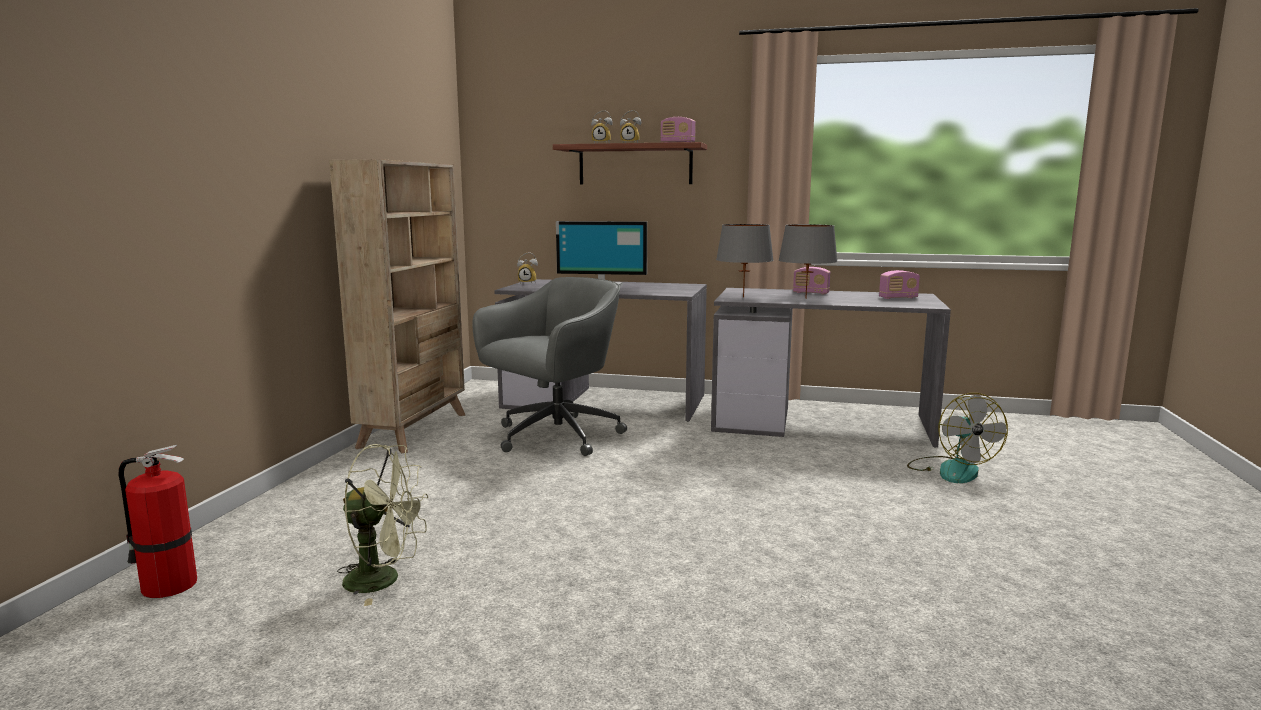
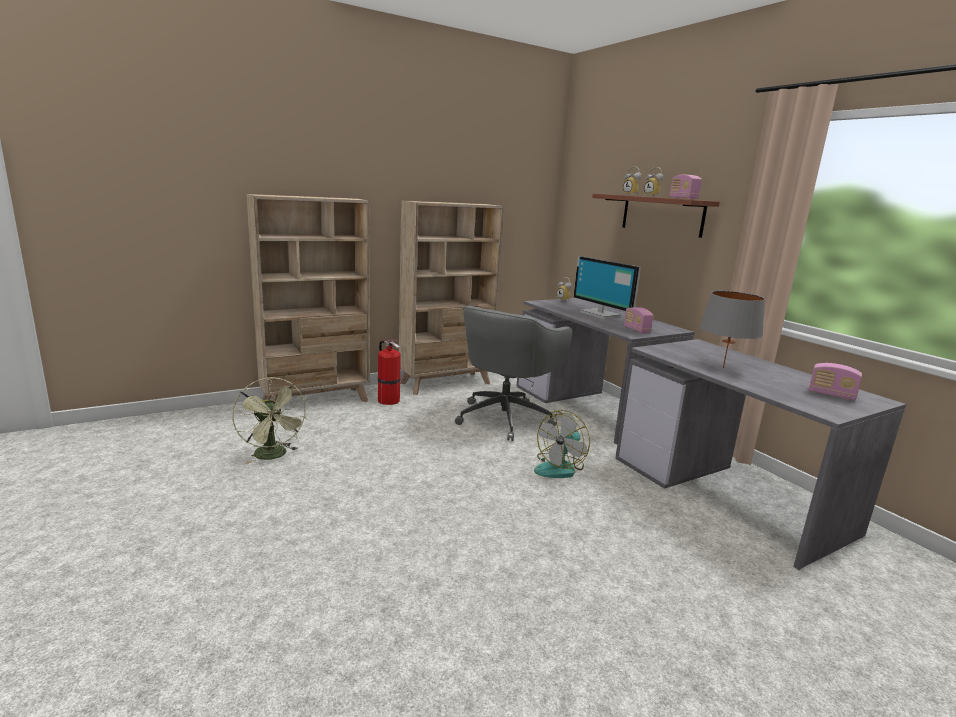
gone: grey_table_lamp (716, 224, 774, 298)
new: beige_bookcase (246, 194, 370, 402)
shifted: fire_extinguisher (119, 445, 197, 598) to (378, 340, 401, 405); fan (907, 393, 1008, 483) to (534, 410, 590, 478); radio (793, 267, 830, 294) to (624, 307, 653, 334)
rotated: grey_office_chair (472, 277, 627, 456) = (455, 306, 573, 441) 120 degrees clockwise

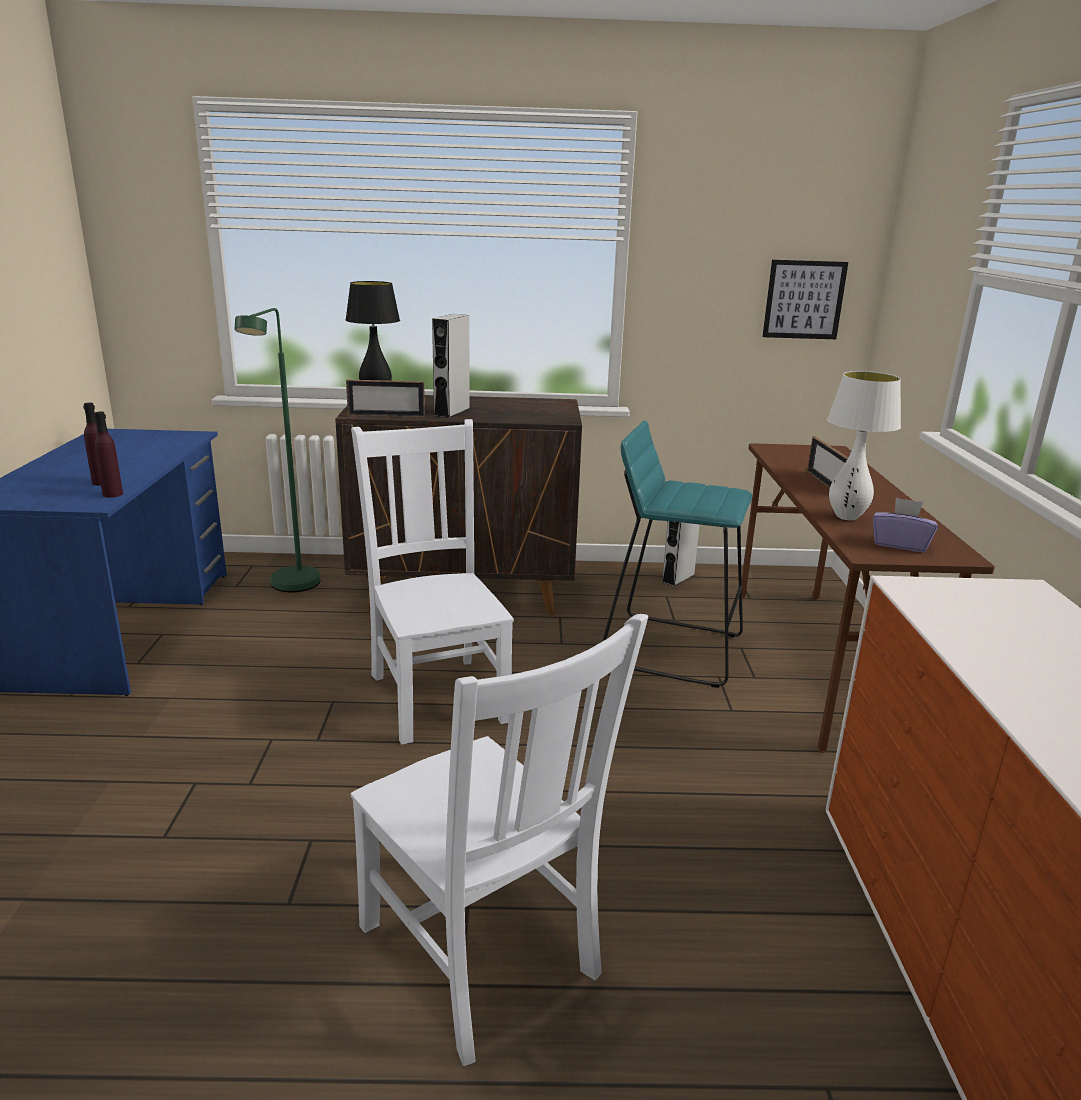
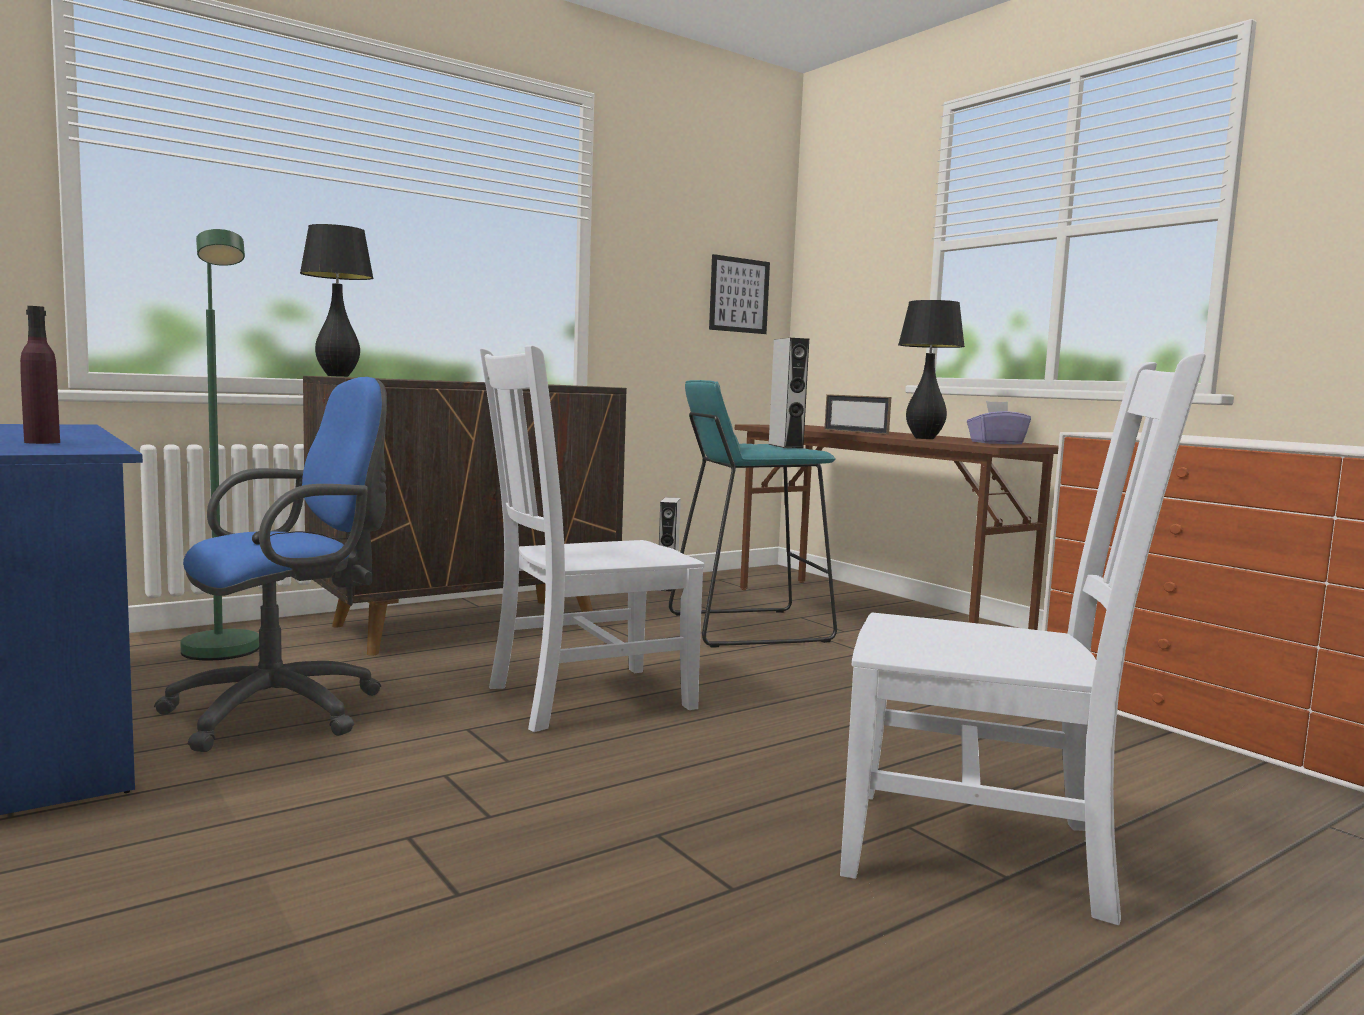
gone: purple_bottle (94, 412, 123, 498); picture_frame (346, 380, 425, 418)
new: blue_office_chair (154, 377, 387, 752)
shifted: grey_speaker (432, 314, 470, 418) to (768, 338, 809, 449)
repainted: white_table_lamp (827, 371, 901, 520) to black_table_lamp (898, 300, 965, 439)
rotated: white_chair (351, 419, 514, 745) = (480, 345, 705, 732) 60 degrees counterclockwise

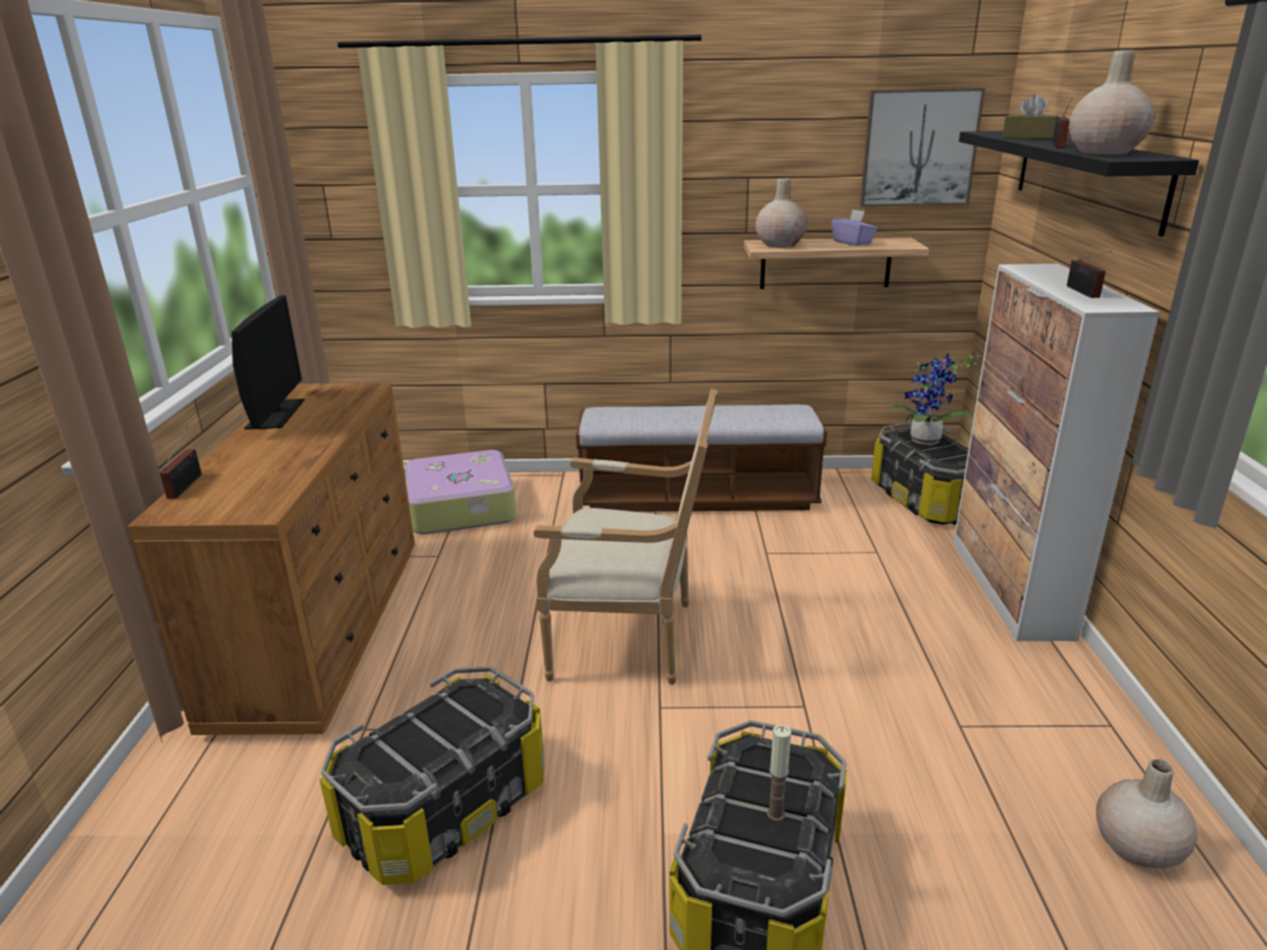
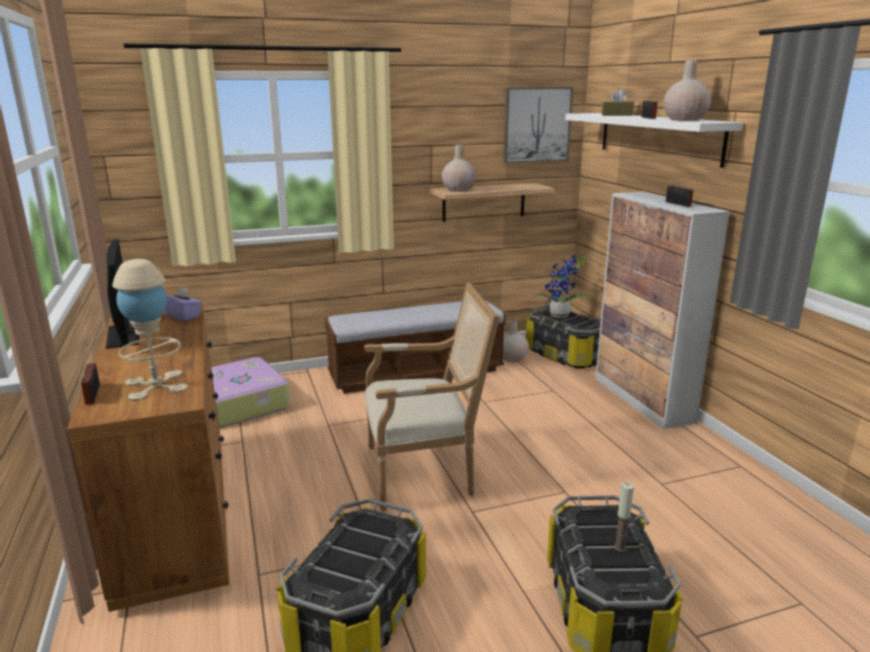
new: beige_table_lamp (112, 259, 188, 401)
shifted: purple_tissue_box (831, 209, 877, 246) to (164, 286, 202, 321); beige_vase (1096, 759, 1198, 868) to (503, 320, 529, 362)
repainted: black_shelf (959, 131, 1199, 237) to white_shelf (565, 113, 743, 168)

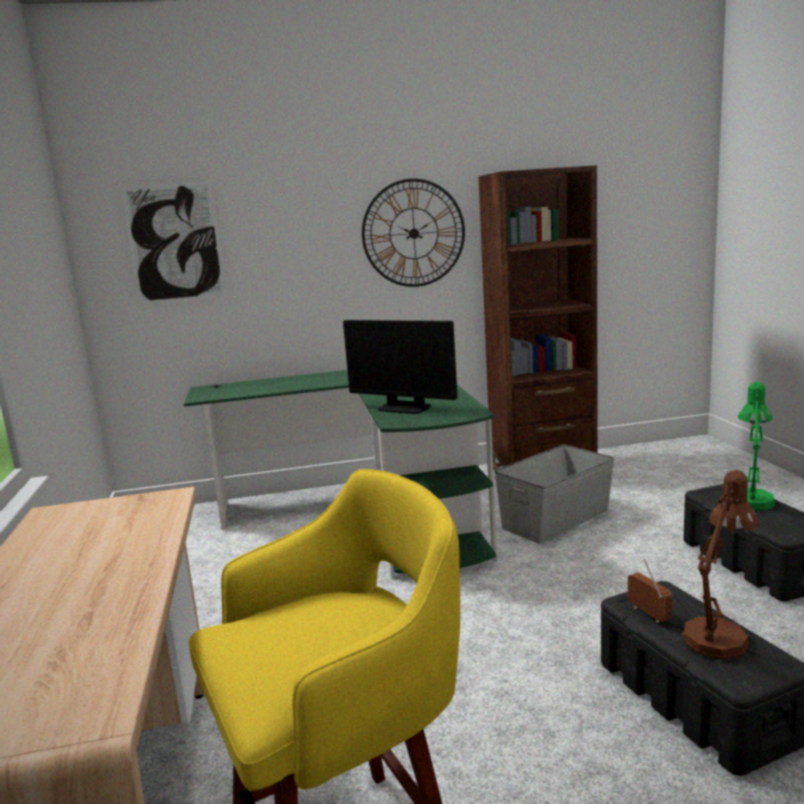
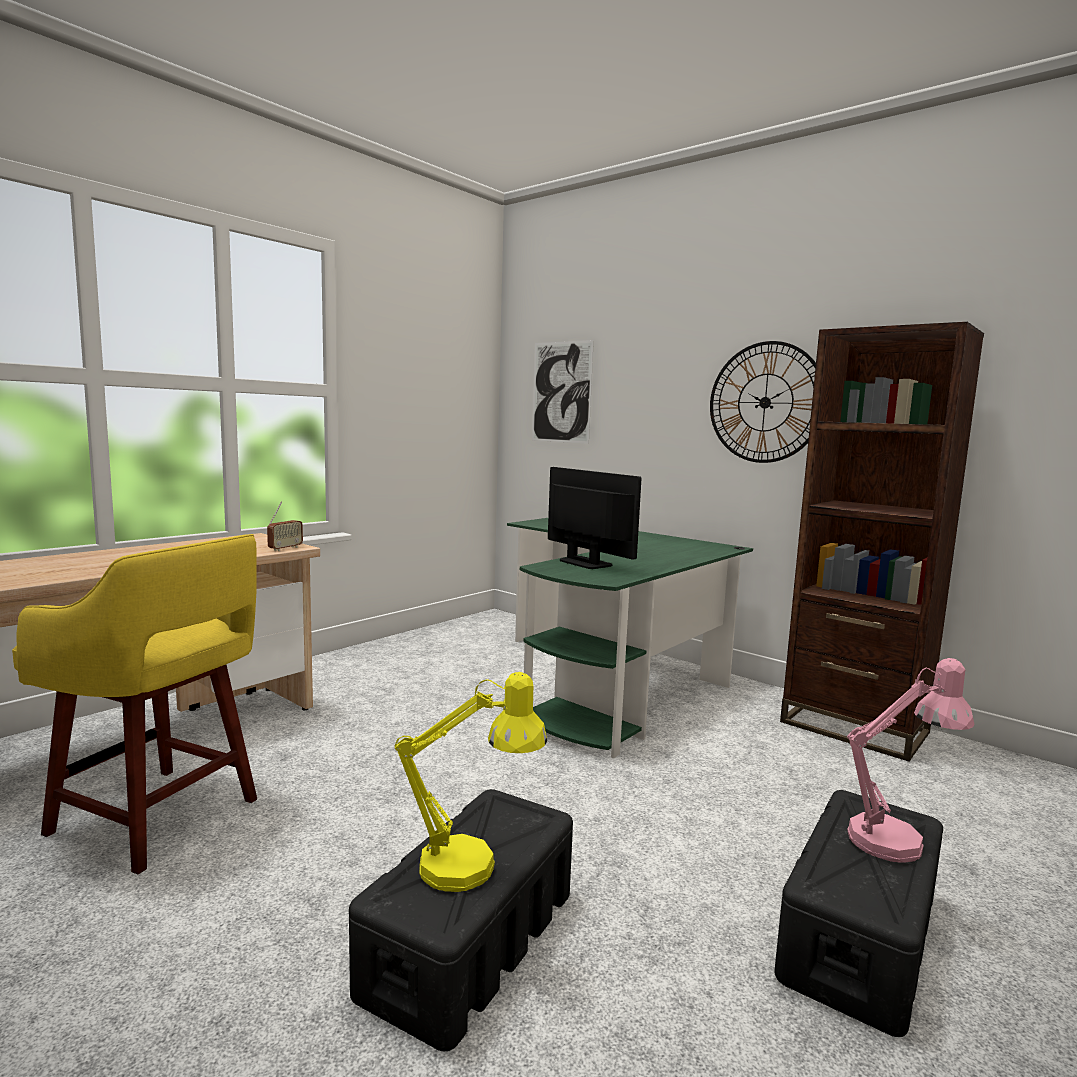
gone: grey_storage_box (494, 445, 614, 544)
shifted: radio (628, 559, 673, 623) to (267, 501, 303, 551)
repainted: brown_table_lamp (682, 470, 759, 660) to yellow_table_lamp (395, 672, 547, 892); green_table_lamp (738, 381, 775, 511) to pink_table_lamp (847, 658, 974, 863)
rotated: monitor (343, 320, 458, 414) = (548, 467, 642, 569) 150 degrees clockwise

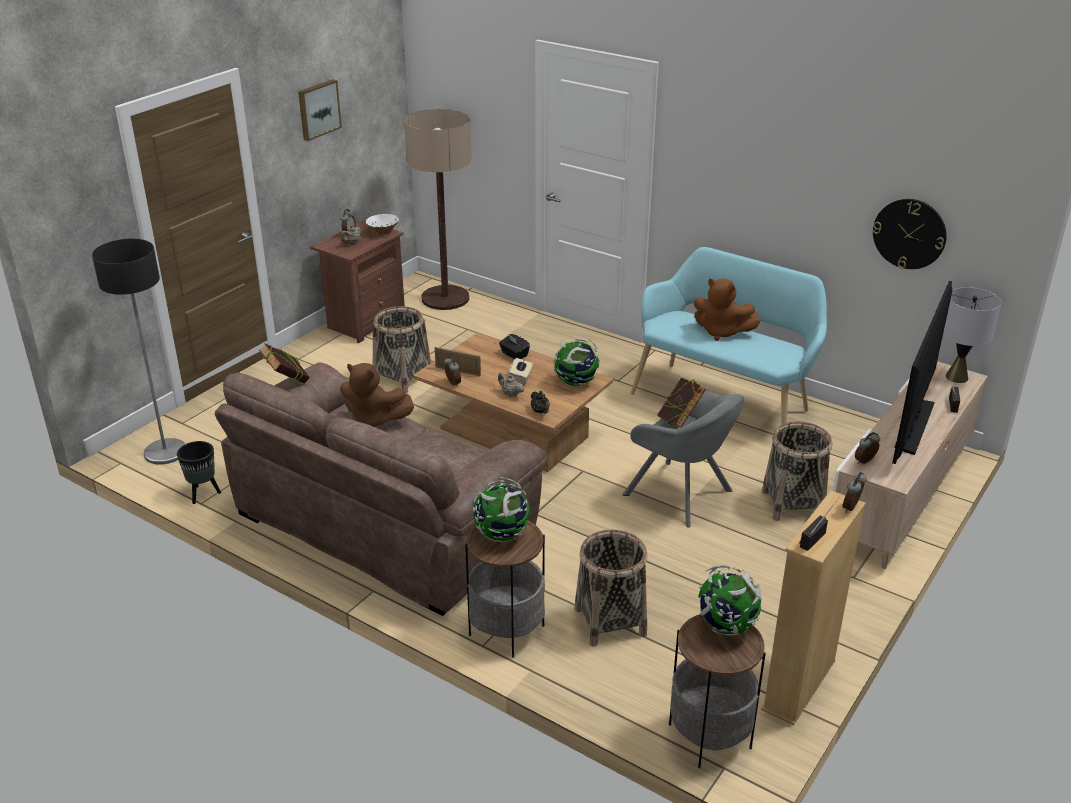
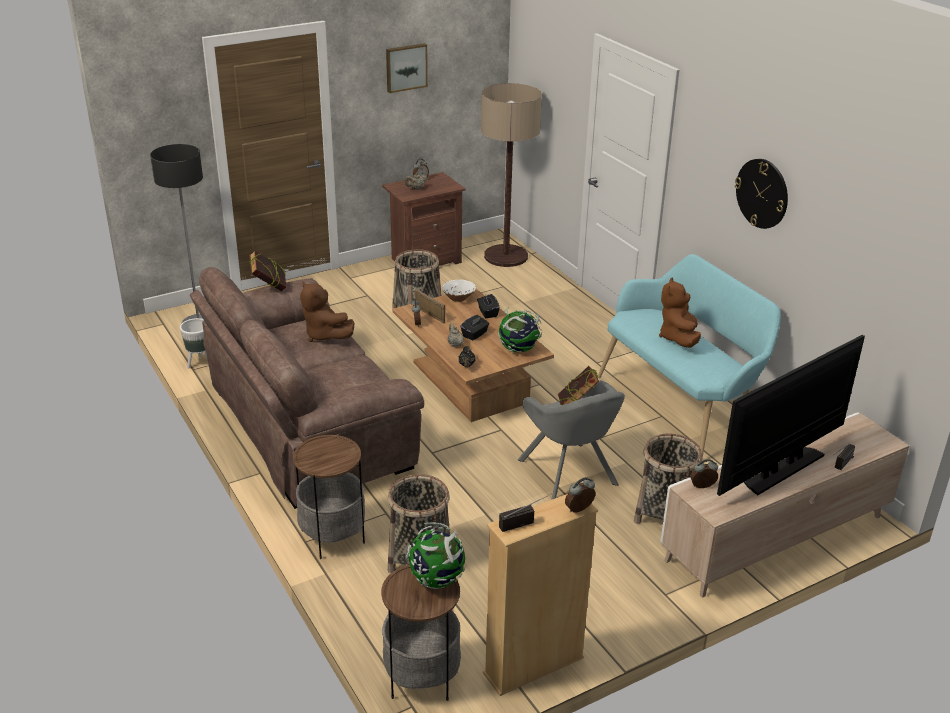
gone: globe (472, 477, 530, 542); grey_table_lamp (943, 287, 1002, 383)
shifted: white_bowl (366, 214, 399, 235) to (442, 280, 476, 302); wall_clock (873, 199, 947, 269) to (735, 159, 788, 229)
repainted: black_planter (177, 441, 221, 504) to white_planter (180, 318, 208, 369); beige_tissue_box (509, 358, 533, 386) to black_tissue_box (461, 315, 489, 340)
rotated: brown_plush_toy (694, 279, 761, 341) = (659, 278, 701, 348) 45 degrees clockwise

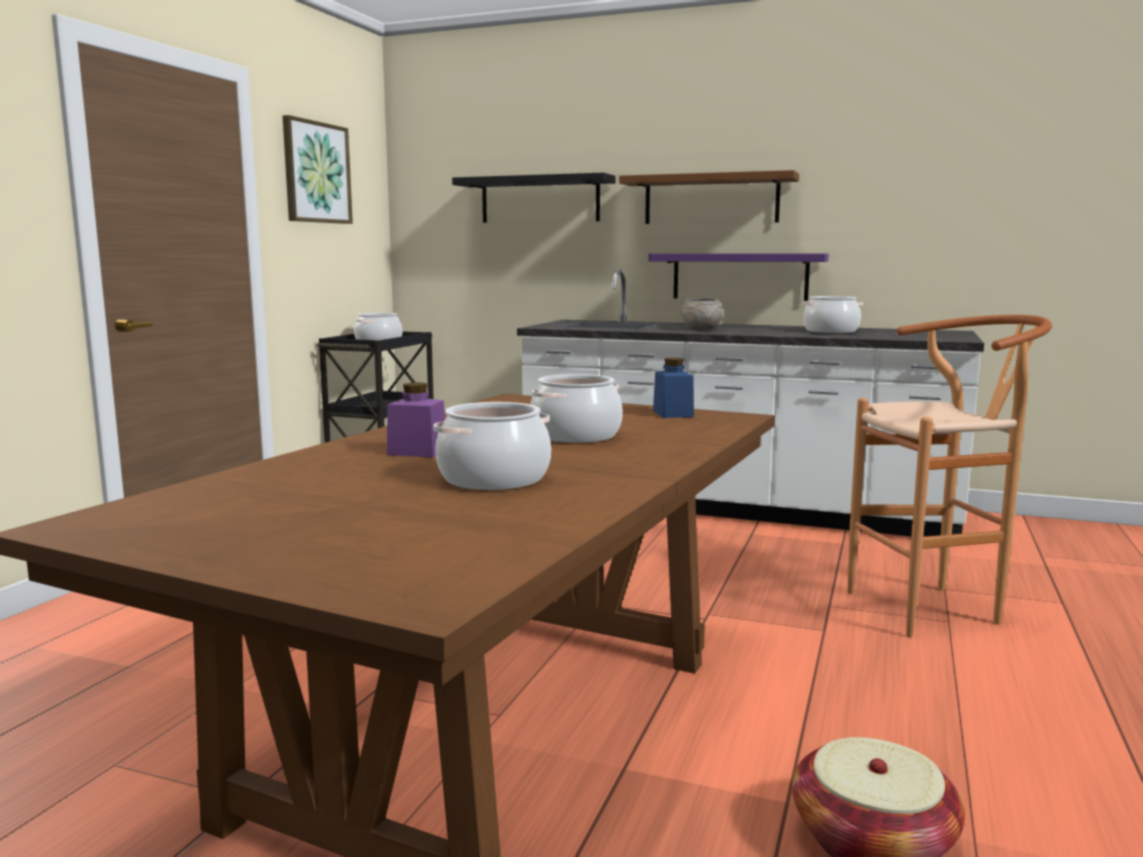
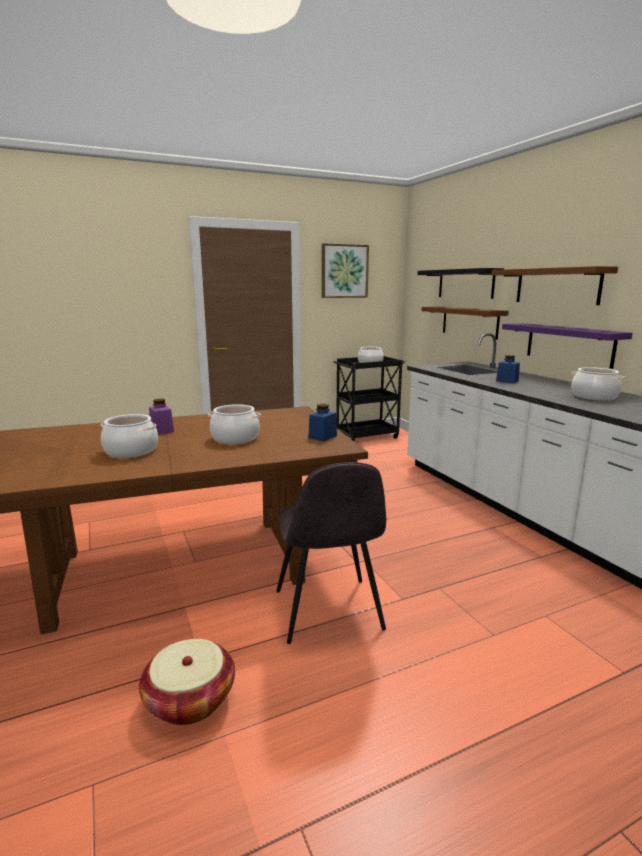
gone: brown_stool (848, 315, 1052, 637)
new: grey_chair (277, 462, 386, 644); brown_shelf (422, 306, 509, 340)
swapped: grey_bowl (681, 298, 723, 330) to blue_jar (496, 355, 520, 383)

